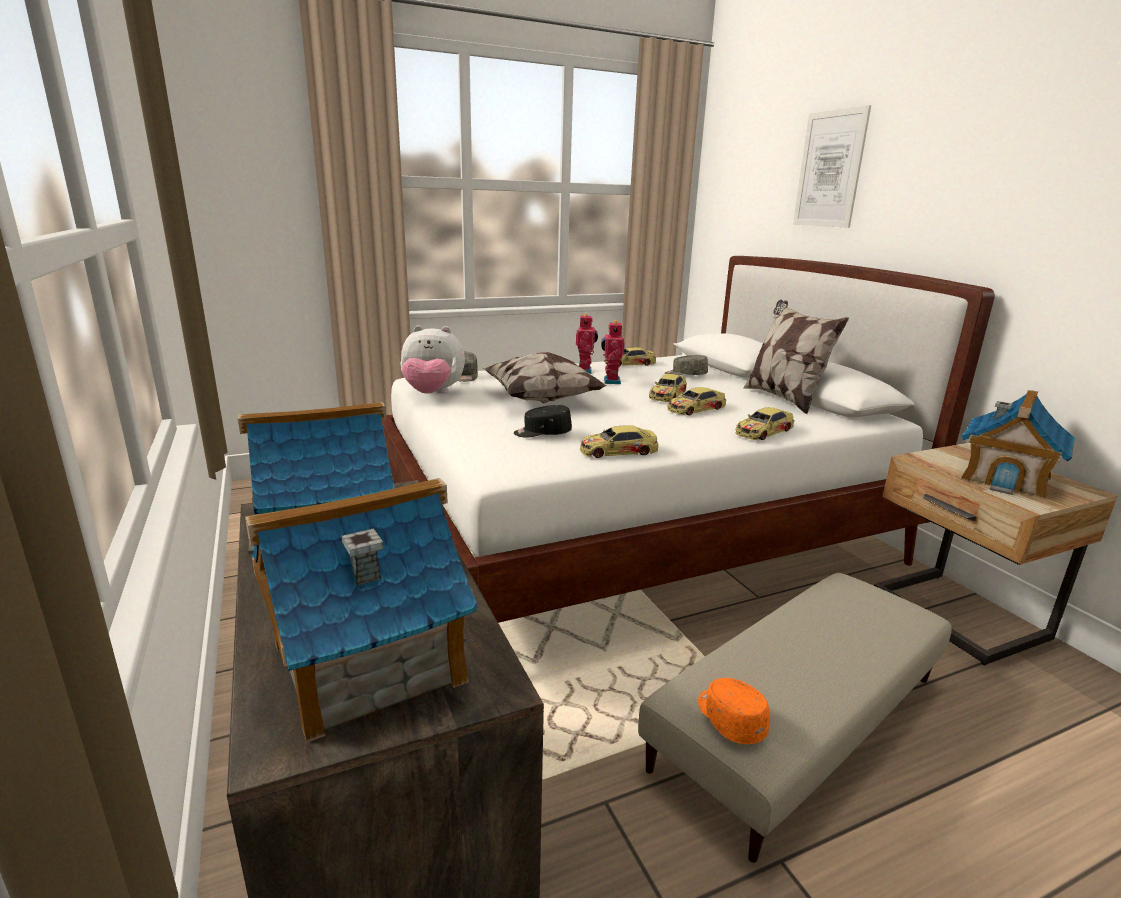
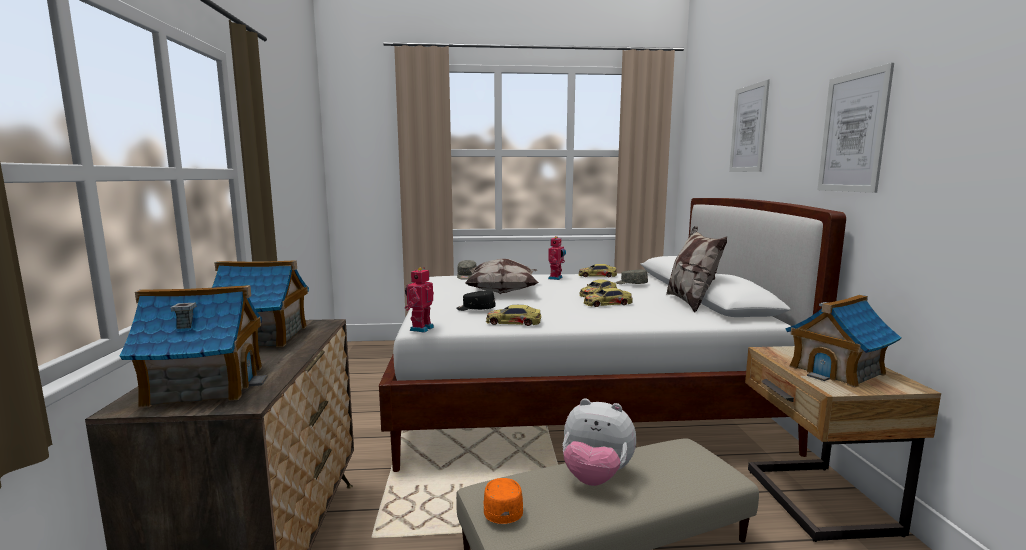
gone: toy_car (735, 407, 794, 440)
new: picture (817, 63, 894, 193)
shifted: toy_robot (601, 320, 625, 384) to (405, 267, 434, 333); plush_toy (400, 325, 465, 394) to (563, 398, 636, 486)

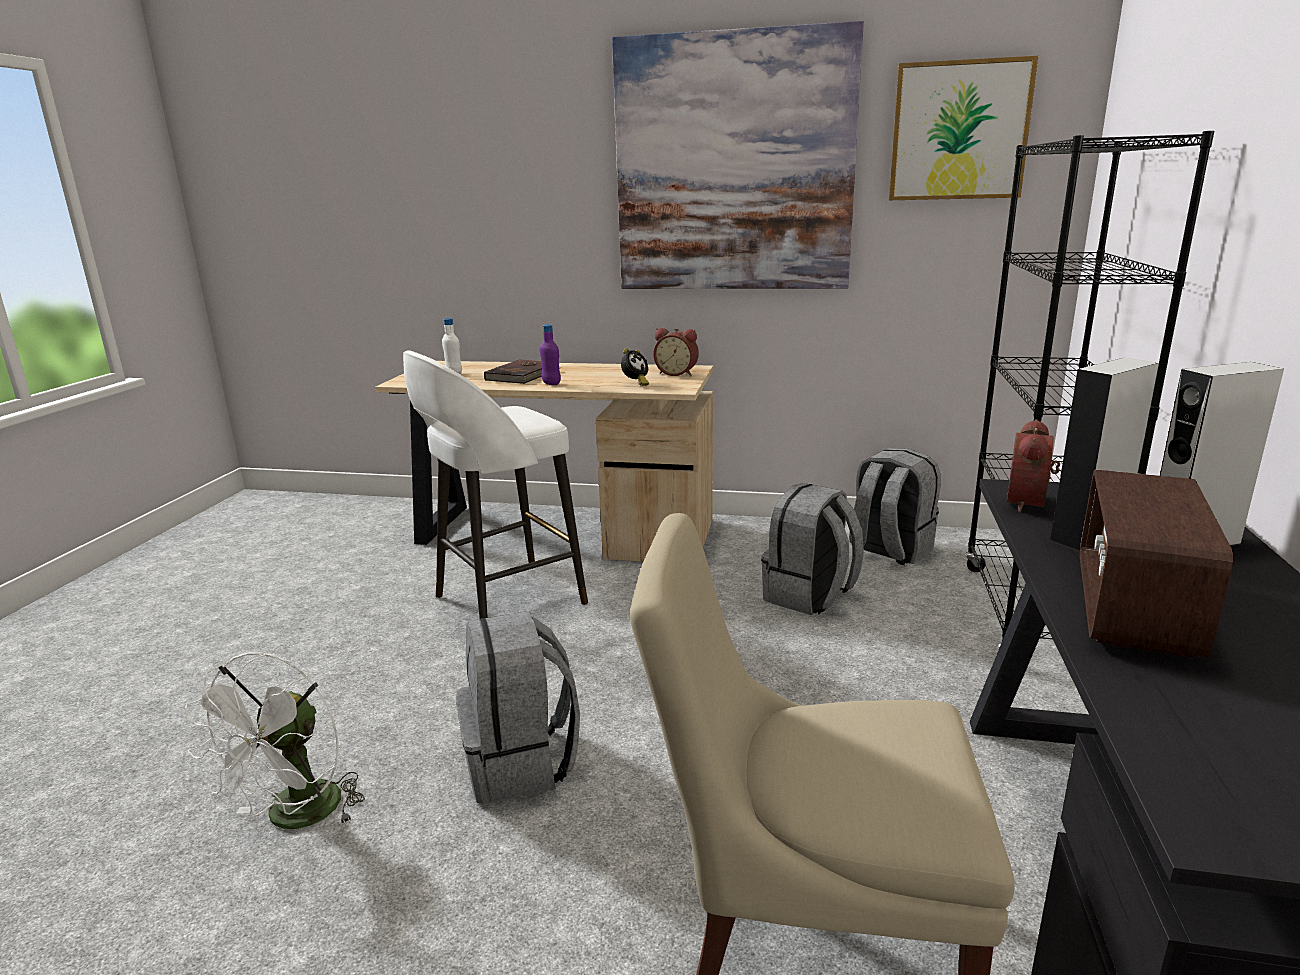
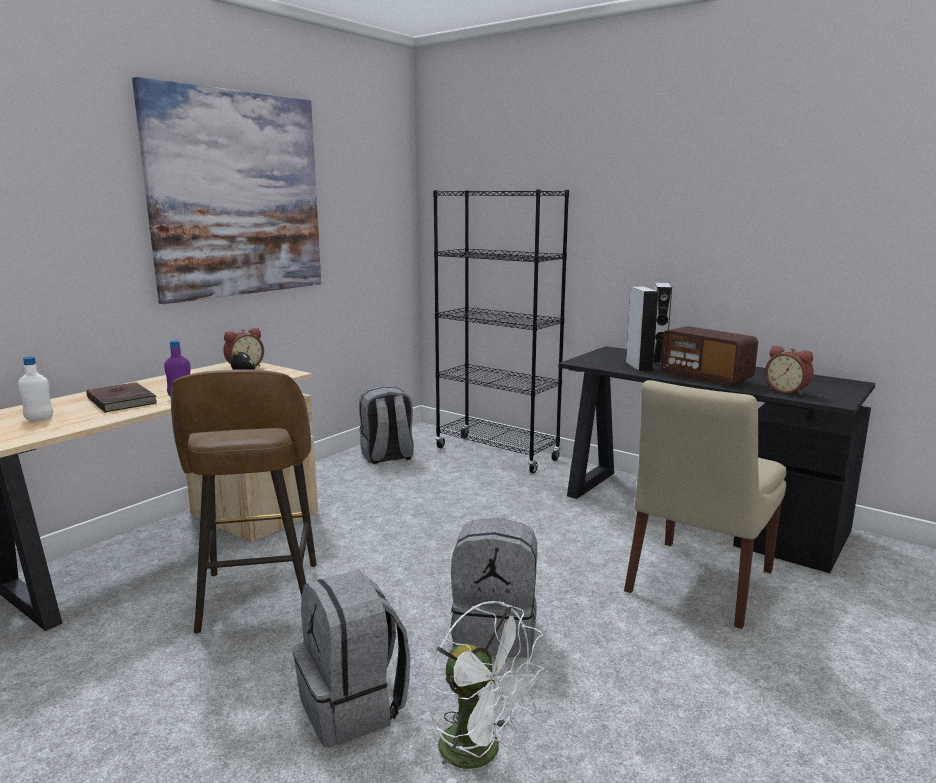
gone: picture (889, 56, 1038, 200)
shifted: grey_backpack (761, 483, 864, 615) to (293, 570, 411, 747); alarm_clock (1007, 419, 1060, 512) to (765, 346, 814, 396)
repainted: white_stool (403, 350, 588, 619) to brown_stool (170, 369, 317, 634)

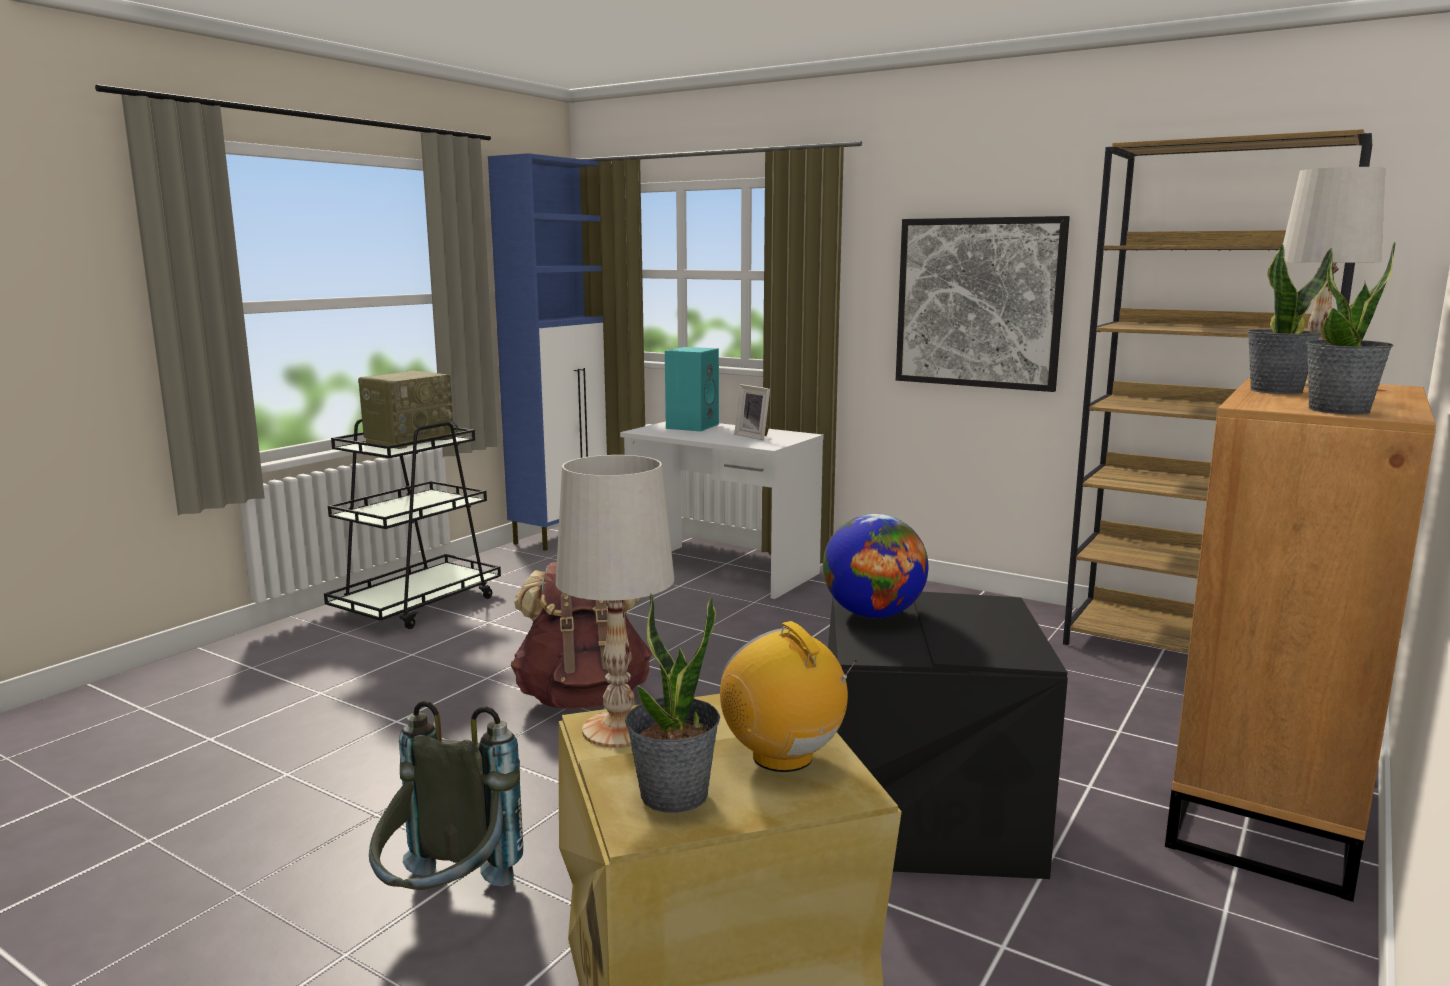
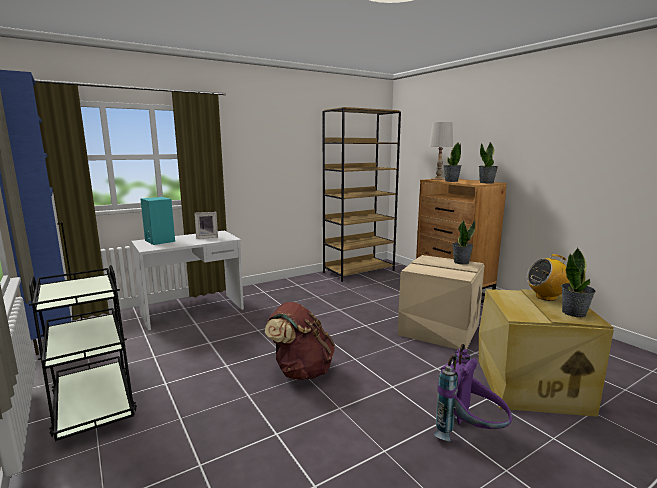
gone: radio (358, 371, 458, 449); white_table_lamp (556, 455, 675, 748); globe (823, 514, 928, 618); picture (896, 216, 1070, 392)
new: potted_plant (452, 220, 475, 265)
repainted: black_storage_box (828, 592, 1068, 879) to beige_storage_box (398, 255, 484, 350); grey_backpack (369, 700, 523, 890) to purple_backpack (434, 344, 513, 441)

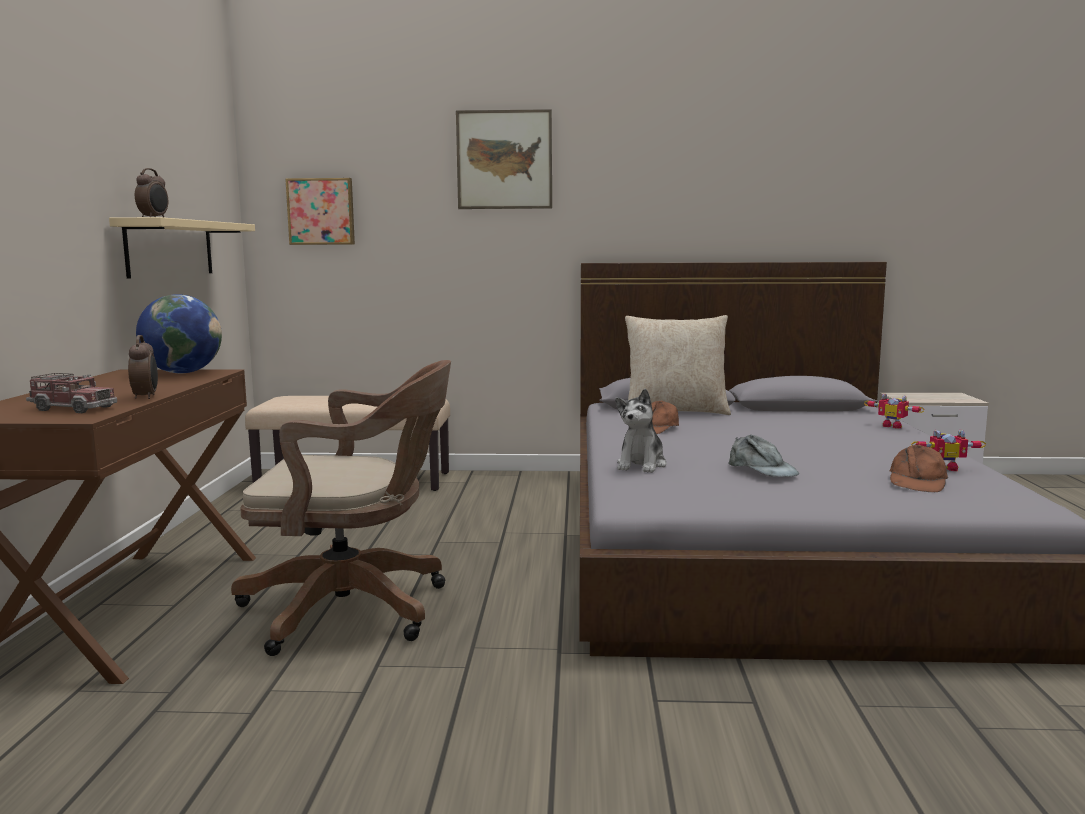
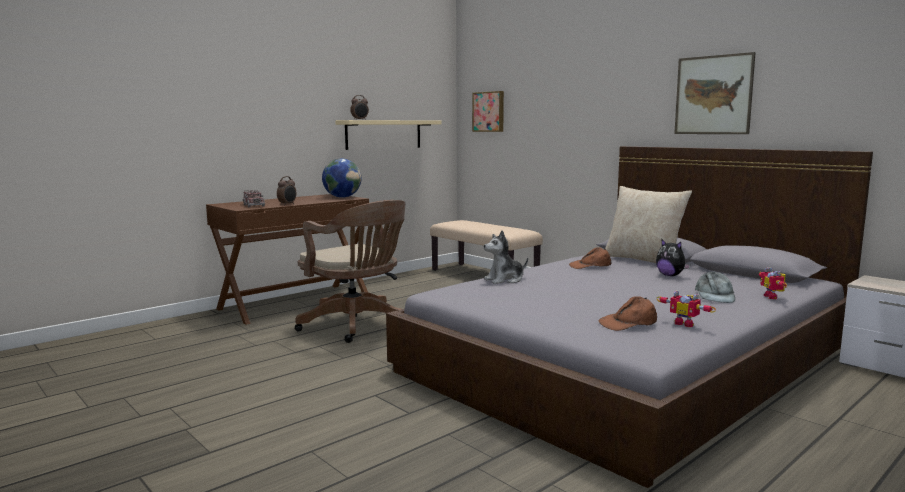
new: plush_toy (656, 239, 691, 276)
shifted: picture (456, 109, 552, 209) to (674, 52, 756, 134); grey_cap (728, 435, 799, 477) to (695, 271, 735, 303)

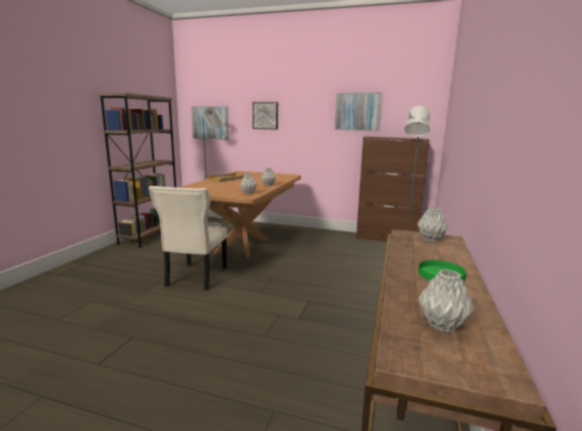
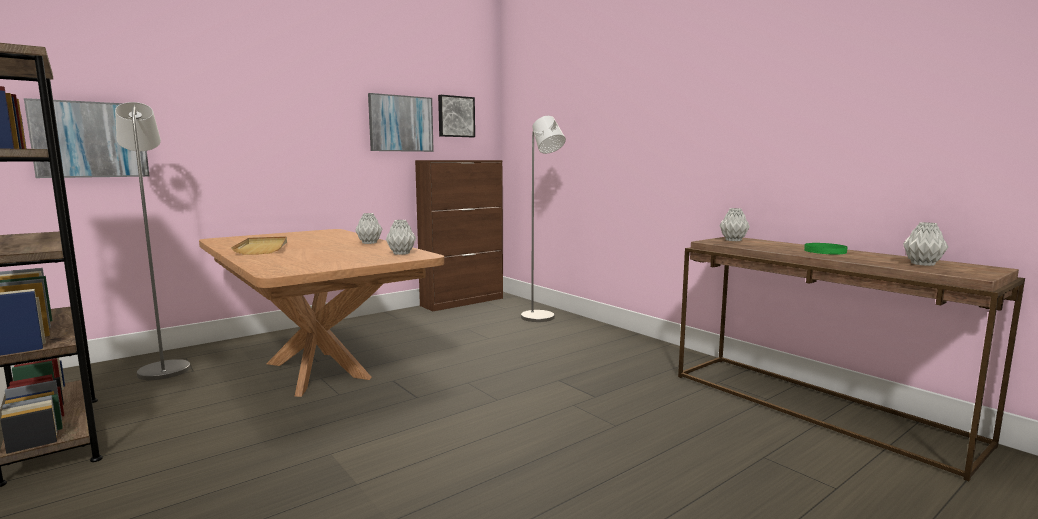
gone: beige_chair (149, 186, 228, 290)
shifted: picture (253, 102, 278, 130) to (438, 95, 475, 137)

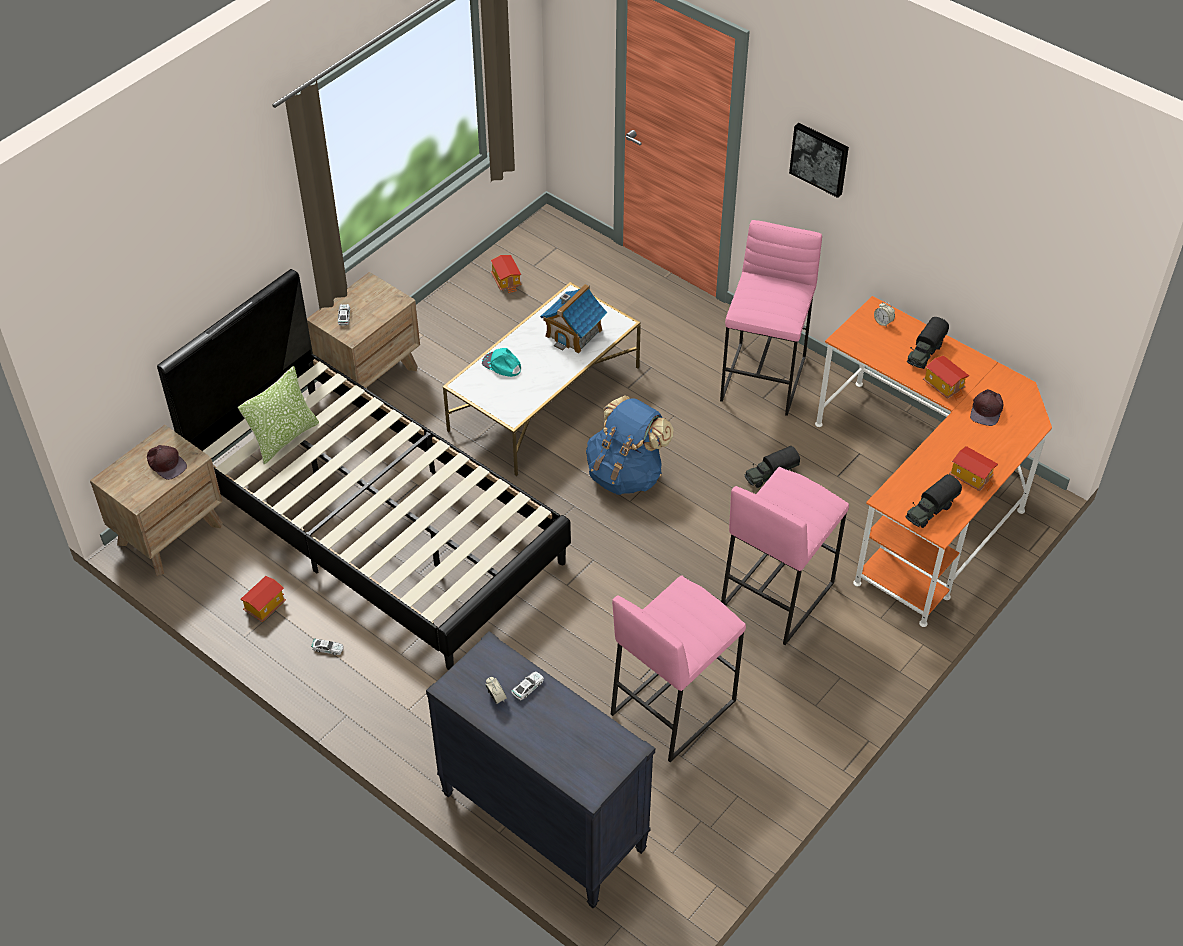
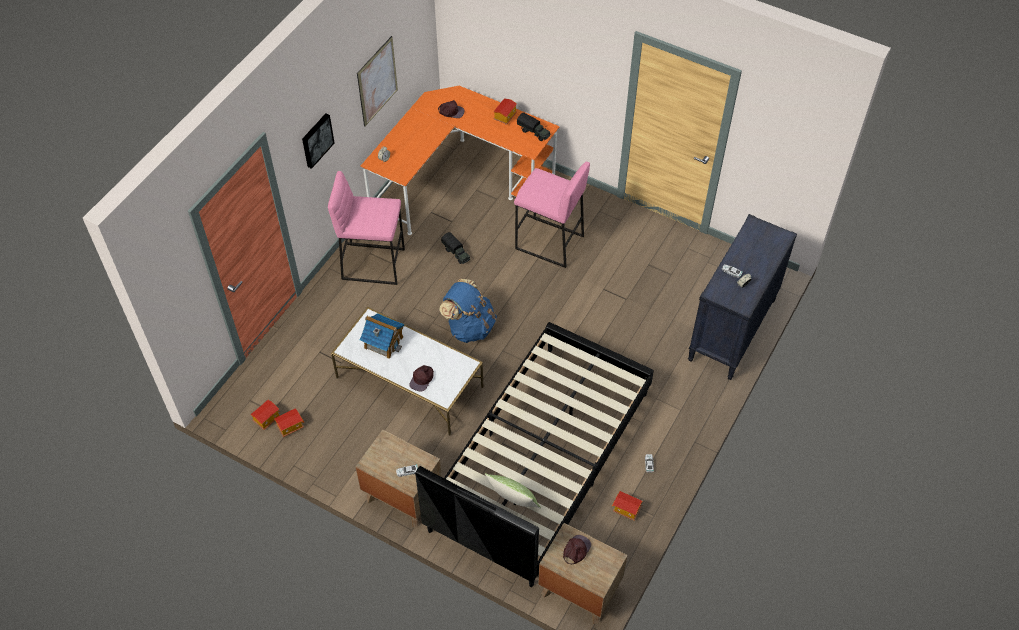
gone: pink_stool (611, 575, 746, 762); toy_truck (907, 317, 949, 369)
new: picture (357, 36, 398, 127)
shifted: toy_house (923, 355, 969, 400) to (251, 400, 280, 430)
repainted: turquoise_cap (482, 348, 521, 377) to brown_cap (409, 365, 434, 392)

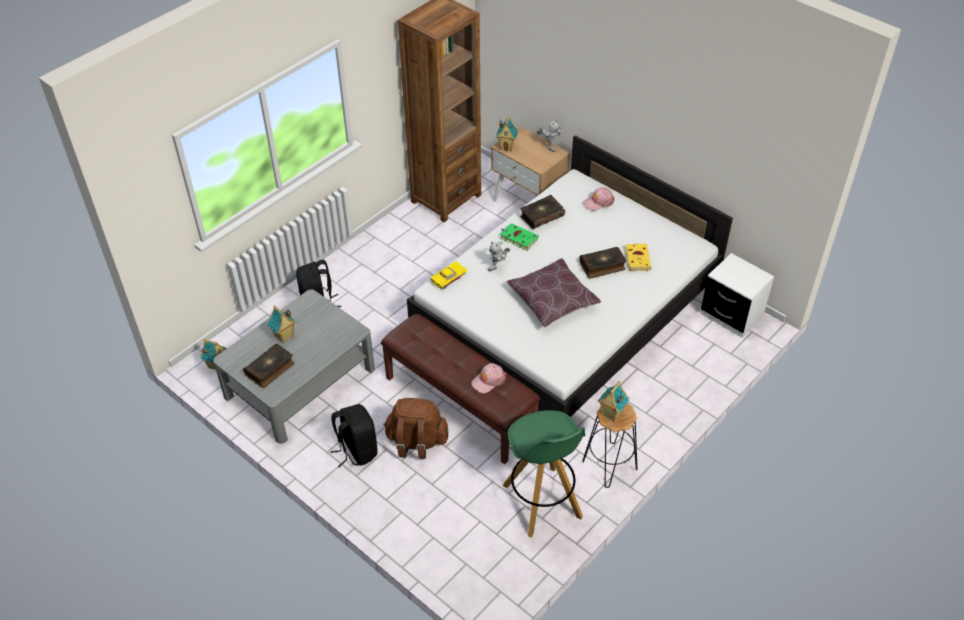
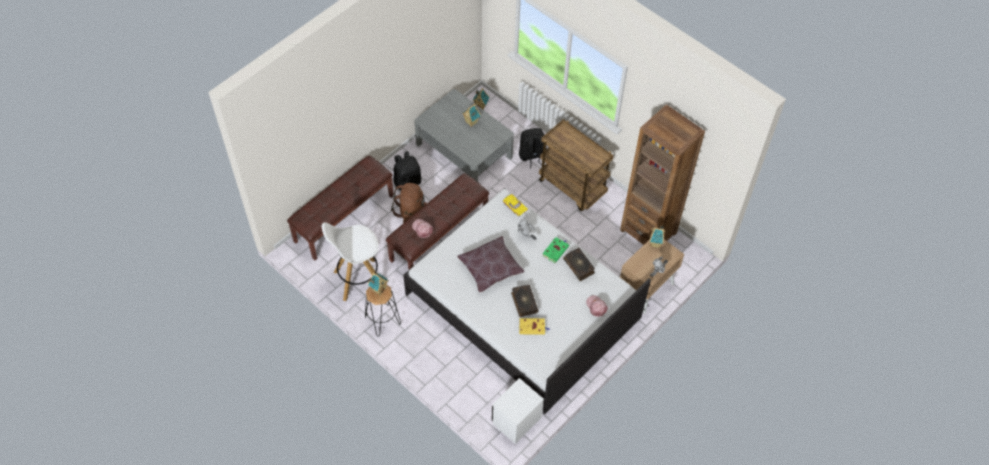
gone: book (243, 344, 294, 388)
new: brown_bench (287, 156, 393, 260); brown_cart (539, 119, 614, 211)
repainted: green_stool (503, 410, 585, 538) to white_stool (322, 222, 379, 301)

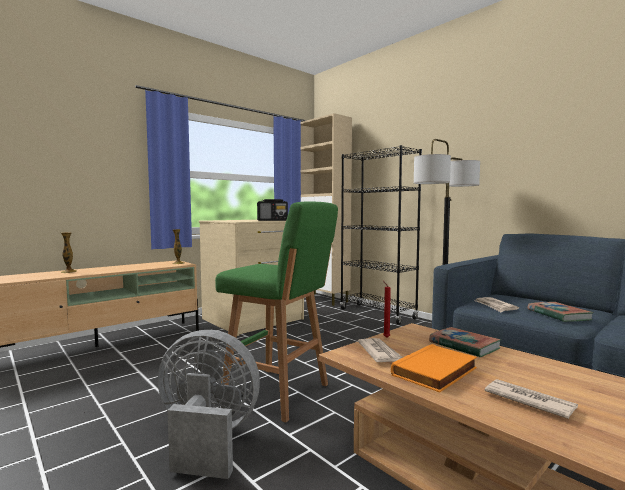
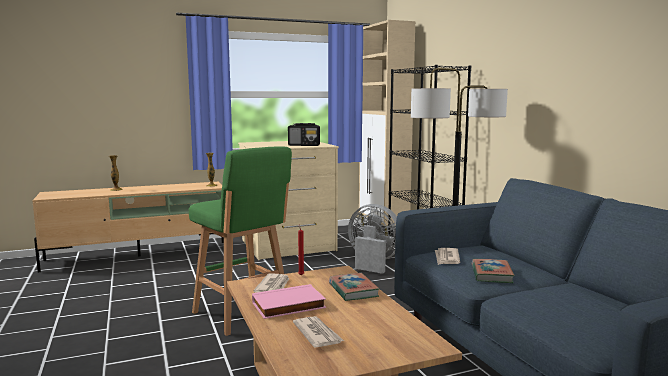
shifted: grey_fan (158, 330, 260, 479) to (348, 204, 397, 274)
repainted: orange_book (391, 344, 477, 393) to pink_book (252, 284, 326, 319)

